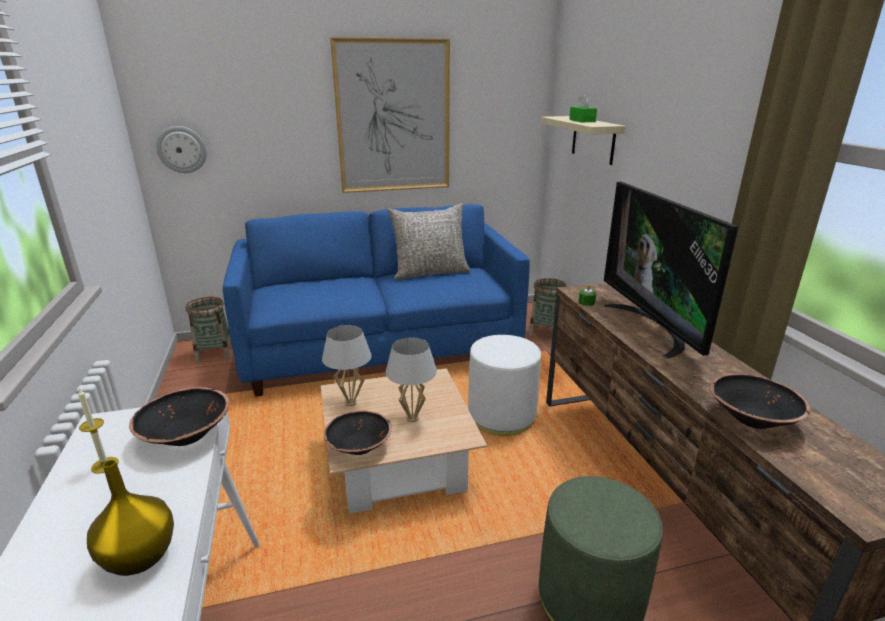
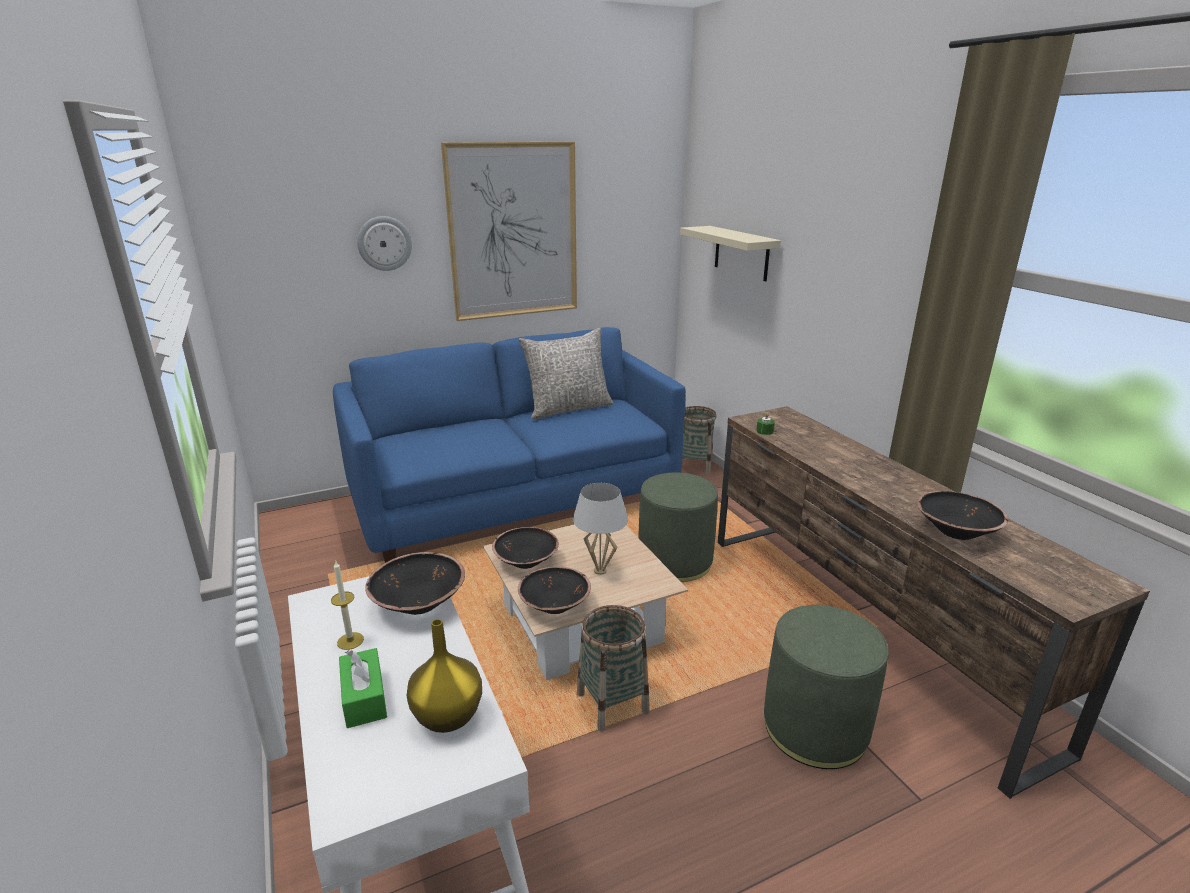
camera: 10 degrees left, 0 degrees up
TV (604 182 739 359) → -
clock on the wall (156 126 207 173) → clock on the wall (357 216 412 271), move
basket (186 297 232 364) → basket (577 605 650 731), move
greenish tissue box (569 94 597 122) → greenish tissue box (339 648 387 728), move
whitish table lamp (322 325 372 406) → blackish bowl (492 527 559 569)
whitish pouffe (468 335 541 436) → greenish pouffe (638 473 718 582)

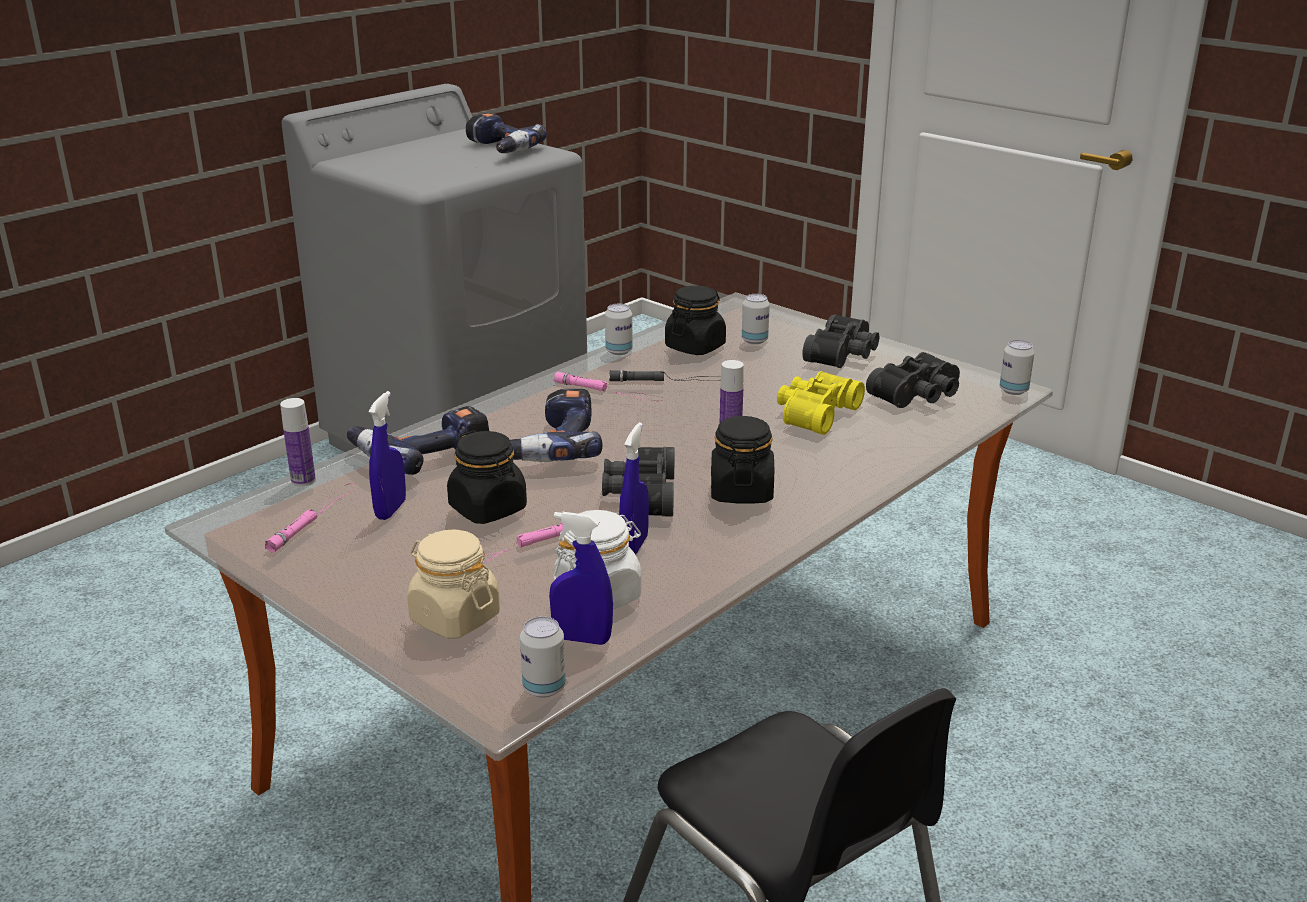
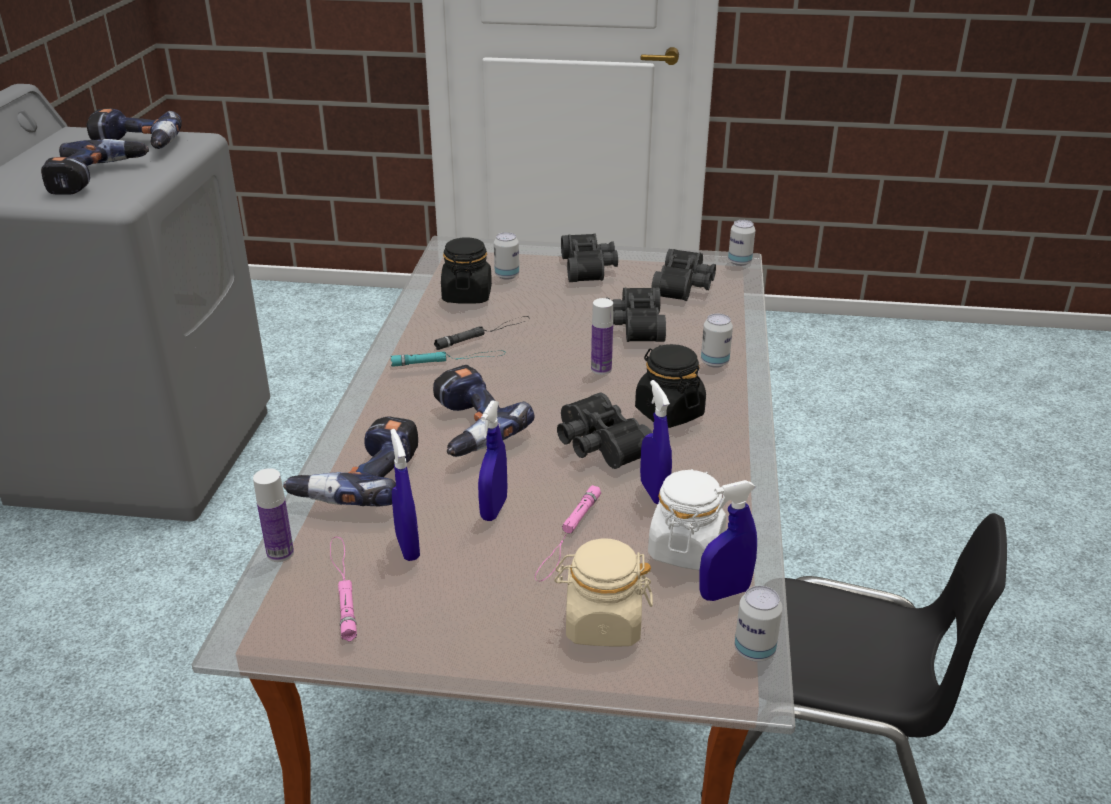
camera: 35 degrees left, 5 degrees up
- → drill (41 139 149 194)
can (605 304 633 355) → can (701 313 733 368), move
blackish jar (447 430 527 524) → blue-coloured sprayer (478 400 507 521)
pink hand torch (554 372 662 401) → blue-green hand torch (391 351 505 367)
yellow pair of binoculars (777 371 865 435) → blackish pair of binoculars (607 287 666 342)

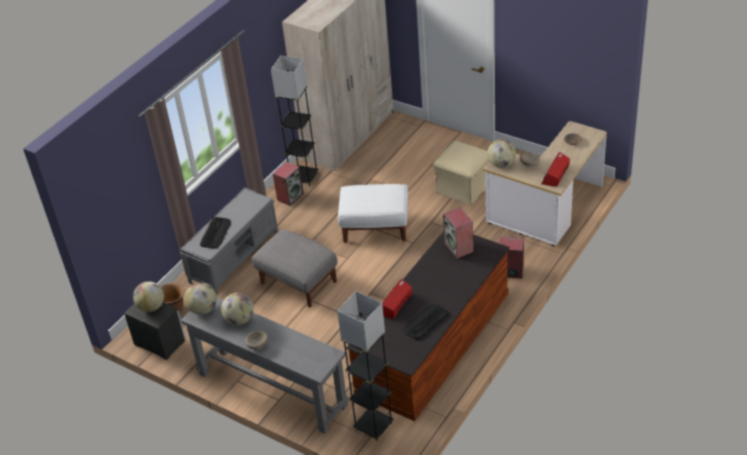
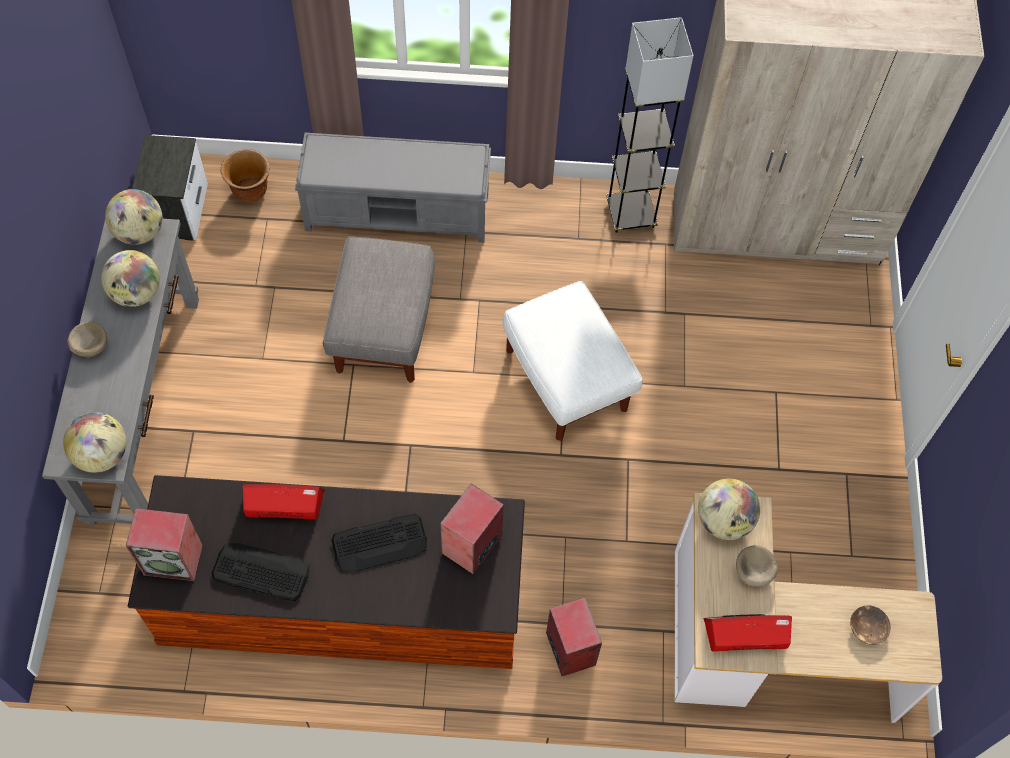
camera: 55 degrees right, 20 degrees up
blackish standing lamp (337 291 394 441) → -
beige pouffe (433 141 489 205) → -
desk globe (133 281 164 312) → desk globe (63 412 127 473), move
computer keyboard (200 217 231 248) → computer keyboard (331 514 427 572), move
loudspeaker (273 162 304 206) → loudspeaker (126 508 203 581), move

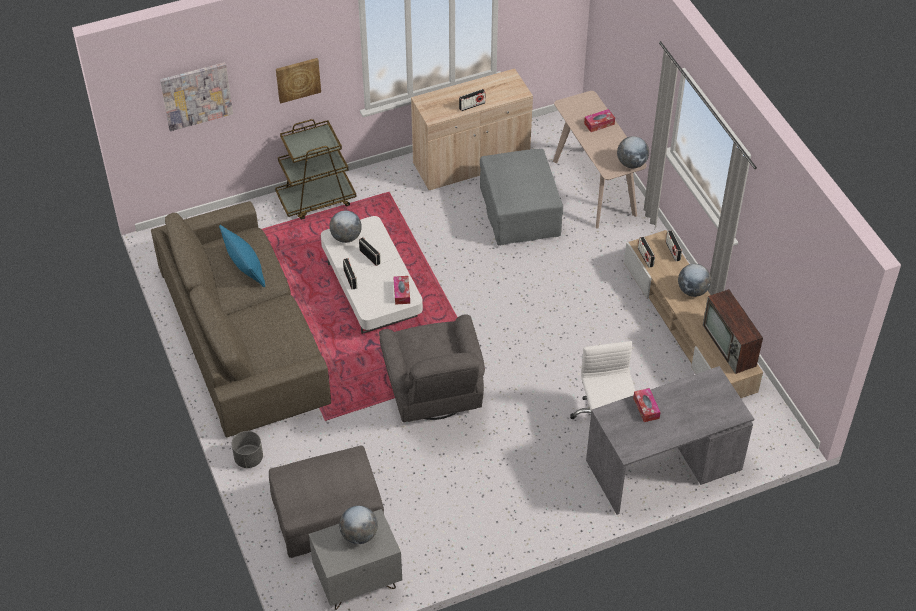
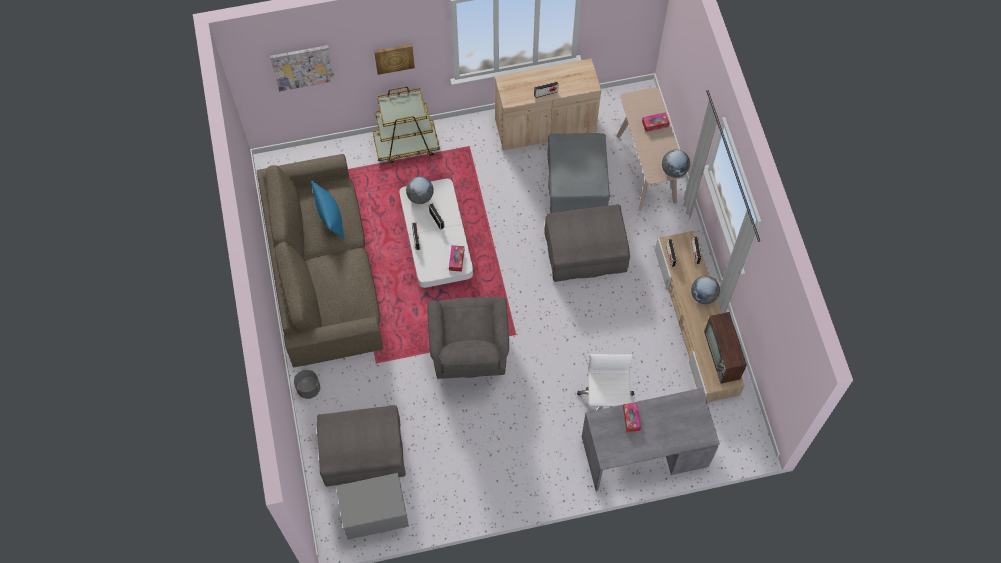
camera: 10 degrees right, 15 degrees up
desk globe (339 506 378 544) → -
- → gray pouffe (544 204 630 282)

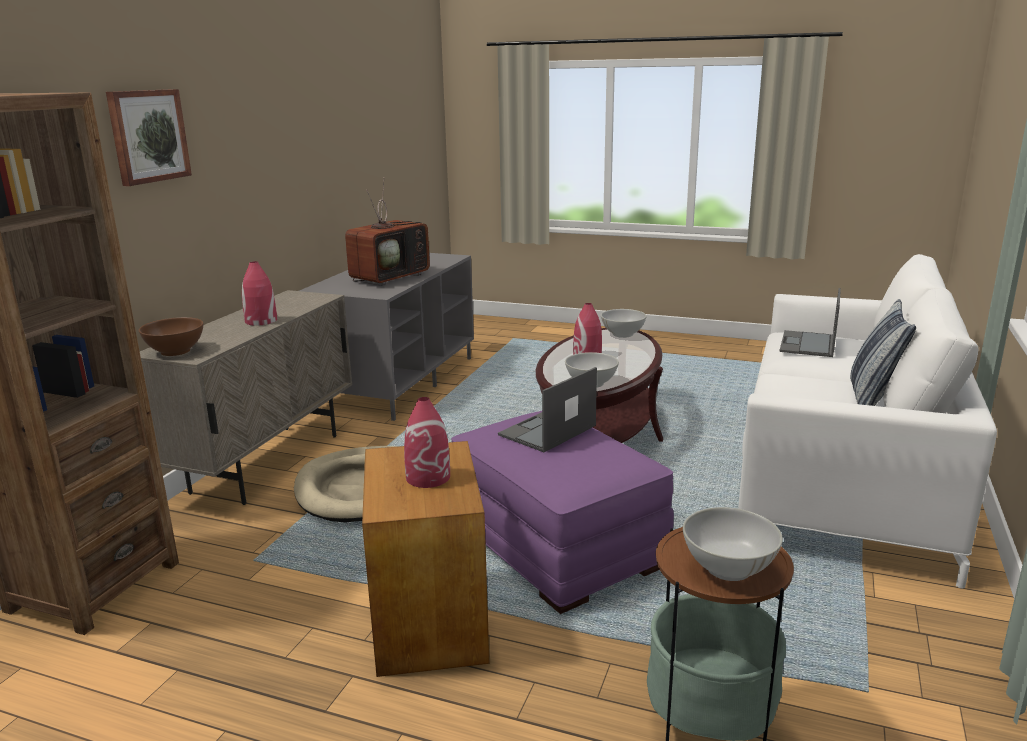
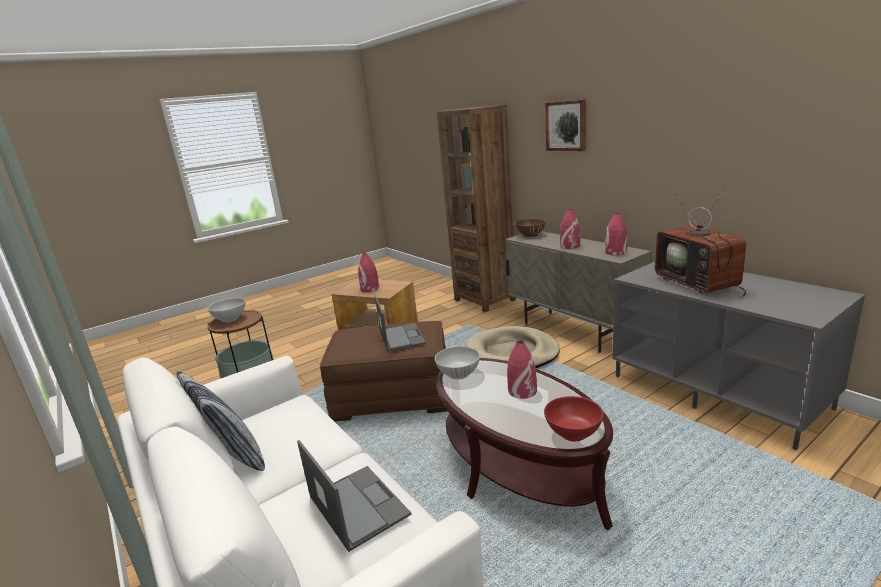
camera: 125 degrees right, 0 degrees up
- → reddish decorative vase (605 213 627 255)
purple-coloured pouffe (451 411 674 614) → brownish pouffe (320 321 447 422)
whitish bowl (601 309 647 338) → reddish bowl (544 396 604 441)

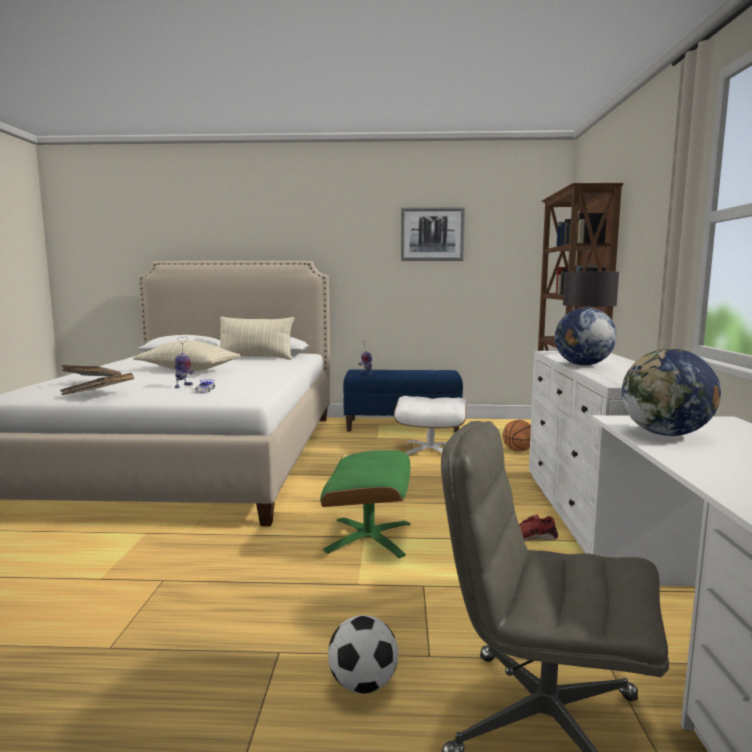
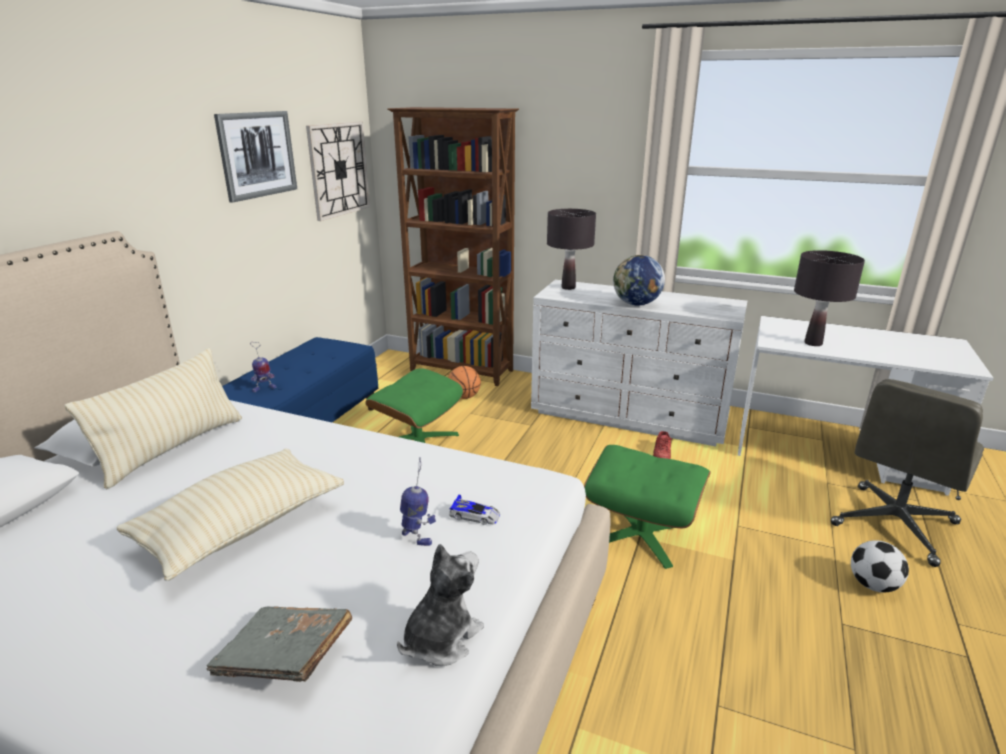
camera: 70 degrees left, 15 degrees up
- → clock on the wall (306 122 370 221)
beige volume (60 373 134 395) → soft toy (397 544 484 666)
desk globe (622 349 721 436) → blackish table lamp (794 250 865 346)
whitish pouffe (394 396 466 455) → greenish pouffe (365 368 463 443)

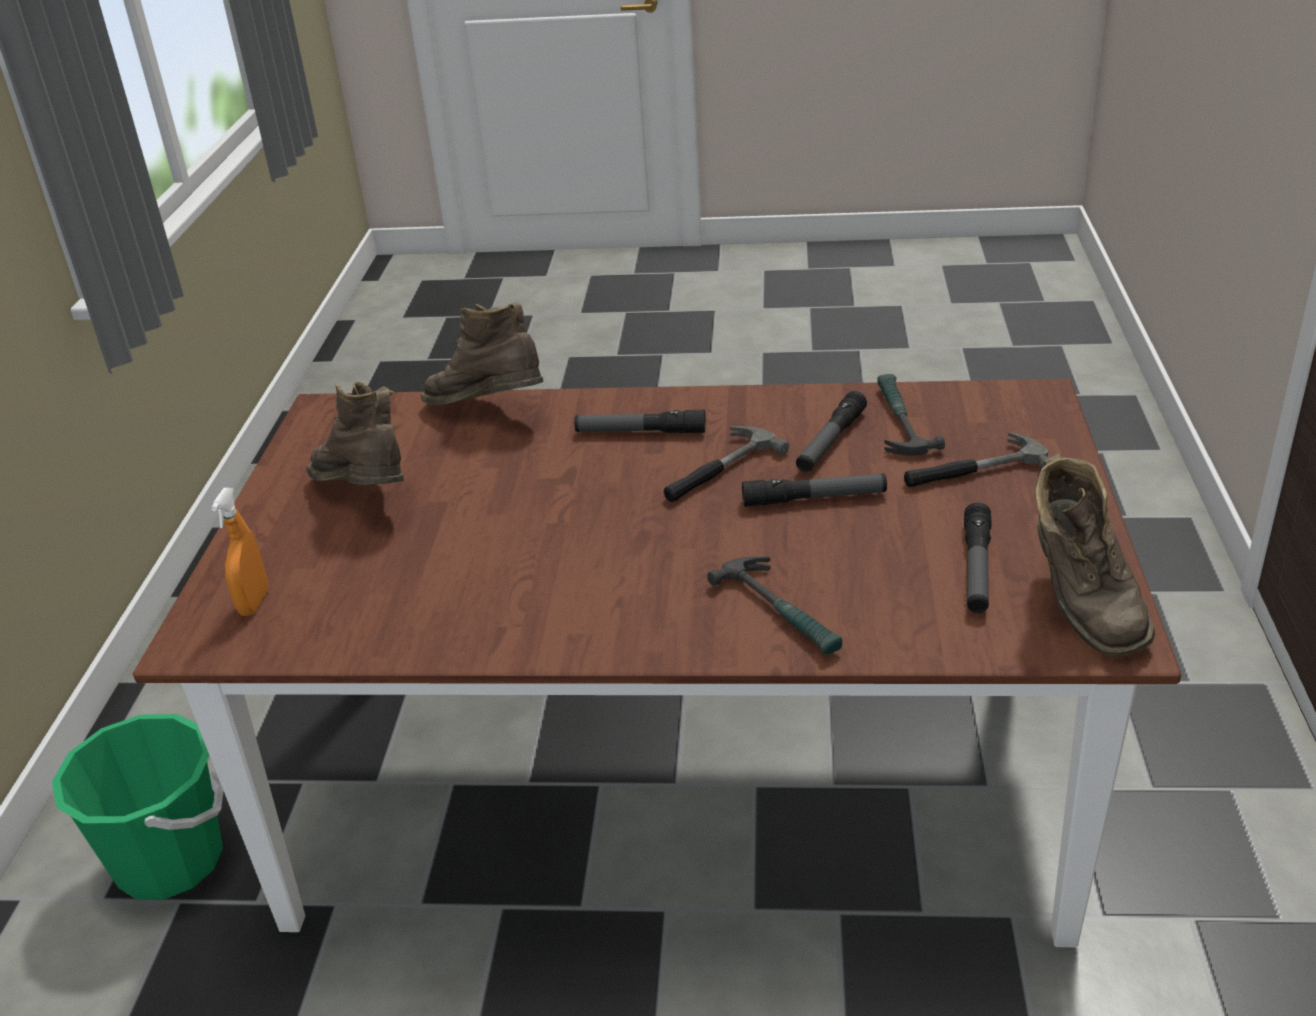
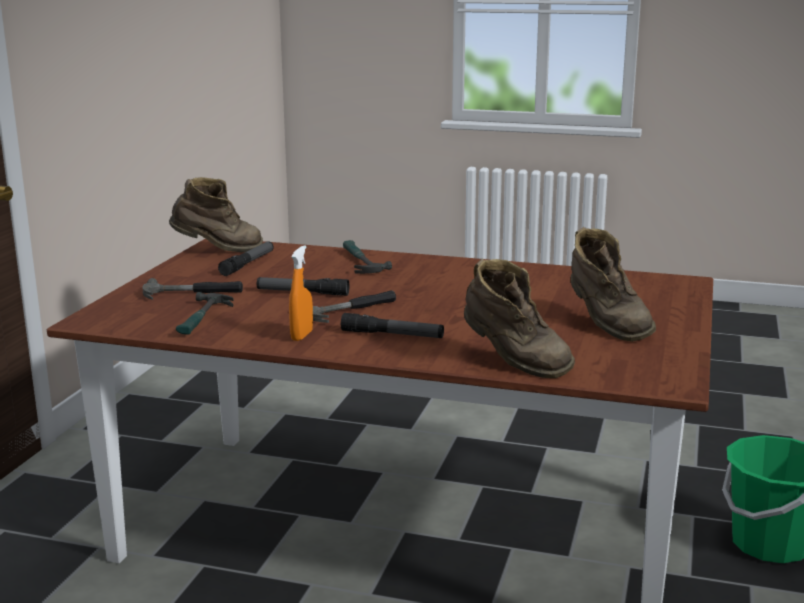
camera: 170 degrees left, 15 degrees down
hand torch (796 391 867 472) → -
orangey sprayer (211 488 268 616) → orangey sprayer (289 245 313 341), move
brownish high-top boot (1036 453 1155 657) → brownish high-top boot (169 177 263 252), 75 degrees clockwise

